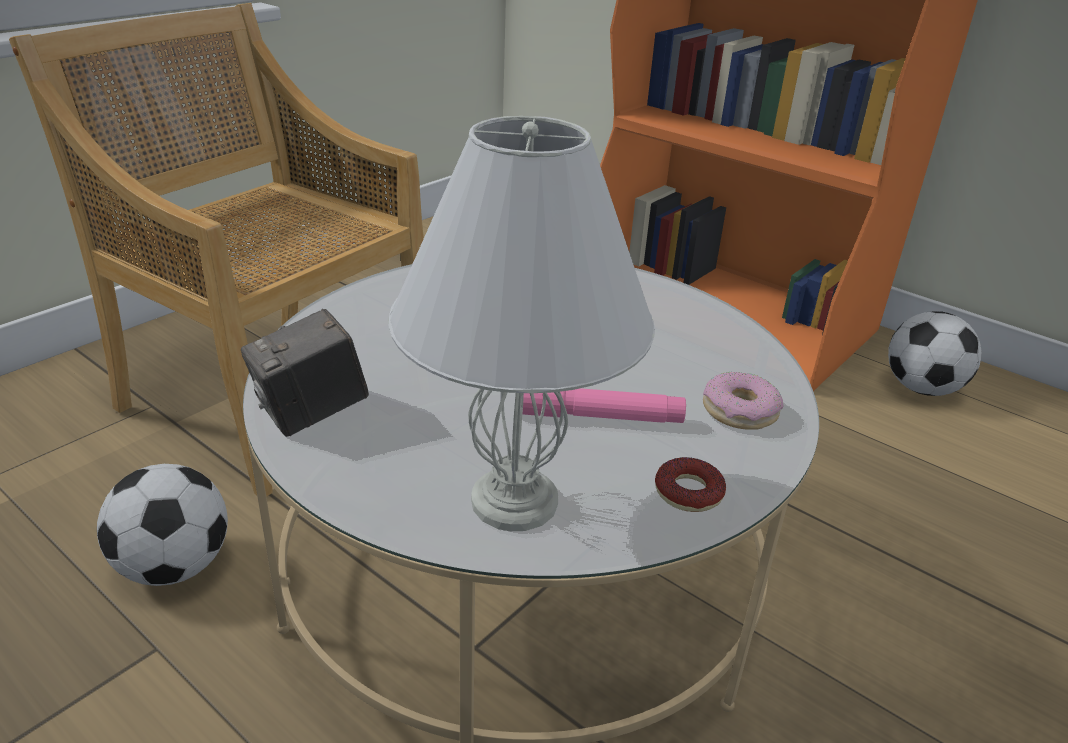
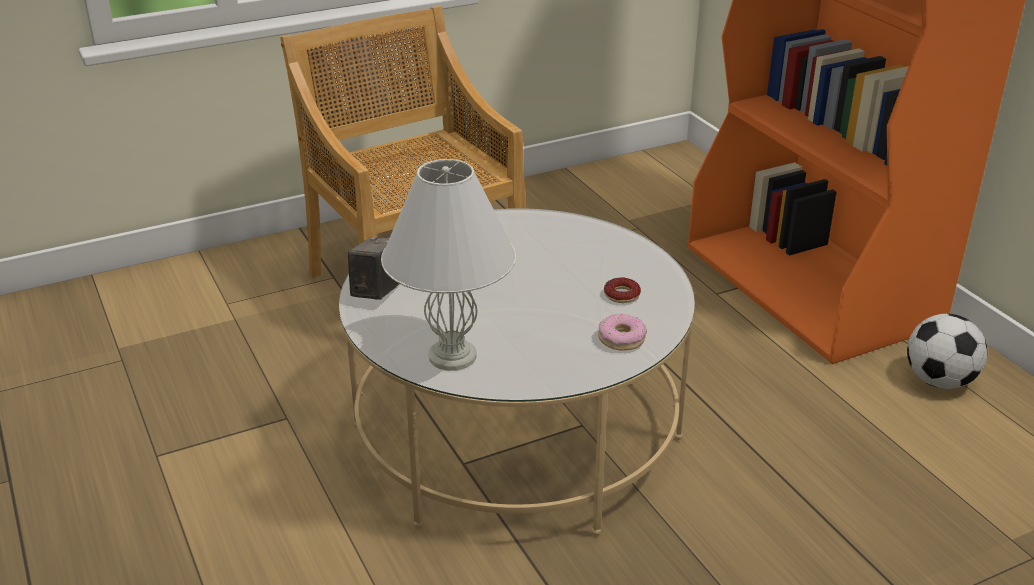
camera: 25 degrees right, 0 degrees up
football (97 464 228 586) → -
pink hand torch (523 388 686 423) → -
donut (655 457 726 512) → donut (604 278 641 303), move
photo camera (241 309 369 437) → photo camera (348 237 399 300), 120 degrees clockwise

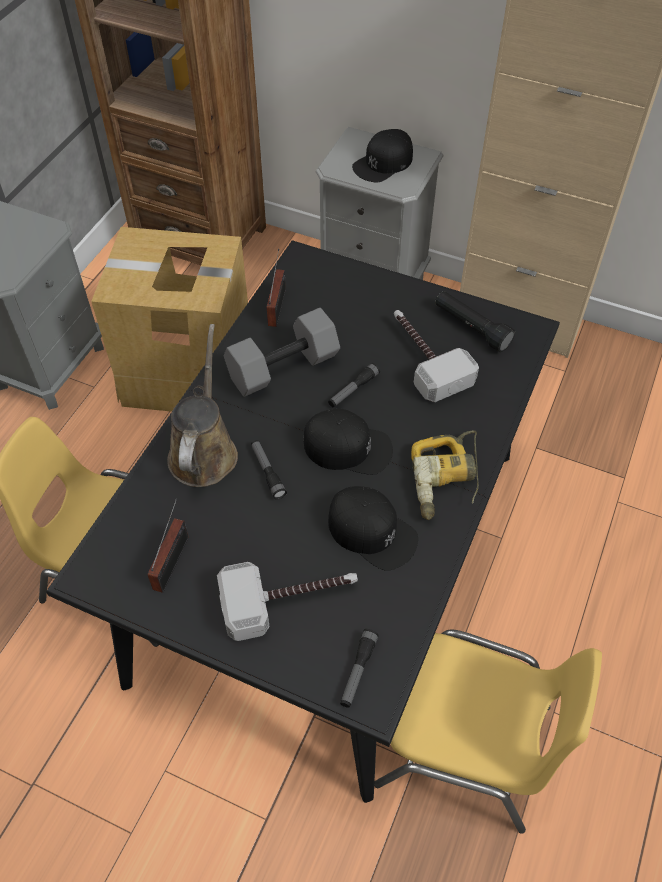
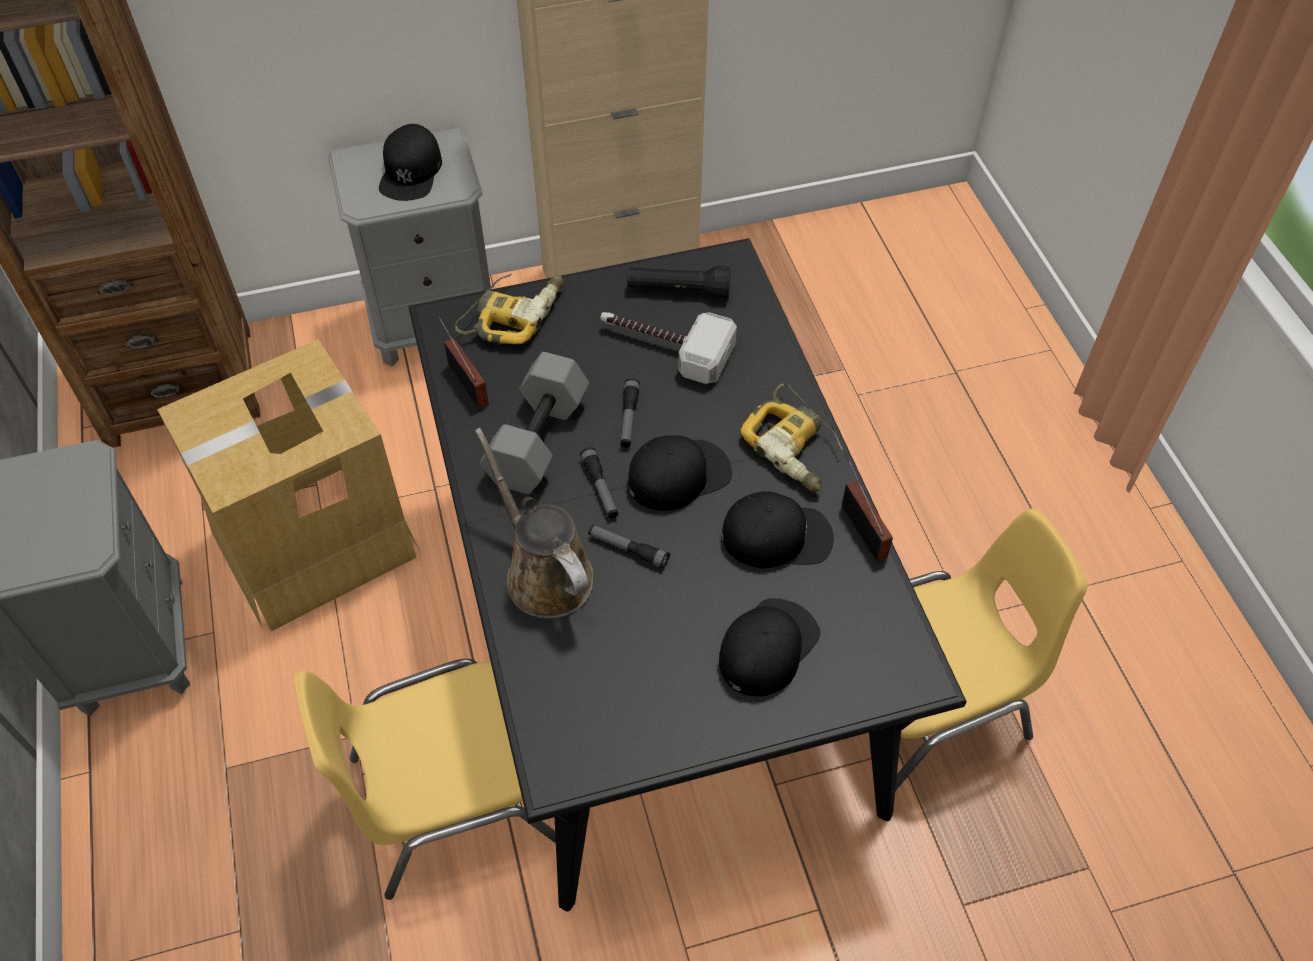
camera: 40 degrees left, 0 degrees up
- → drill (455 274 563 344)
radio (148 498 188 593) → radio (842 459 893 562), move
hand torch (340 629 379 708) → hand torch (580 448 618 519), move
tool hammer (217 562 358 641) → blackish peaked cap (719 598 820 696)

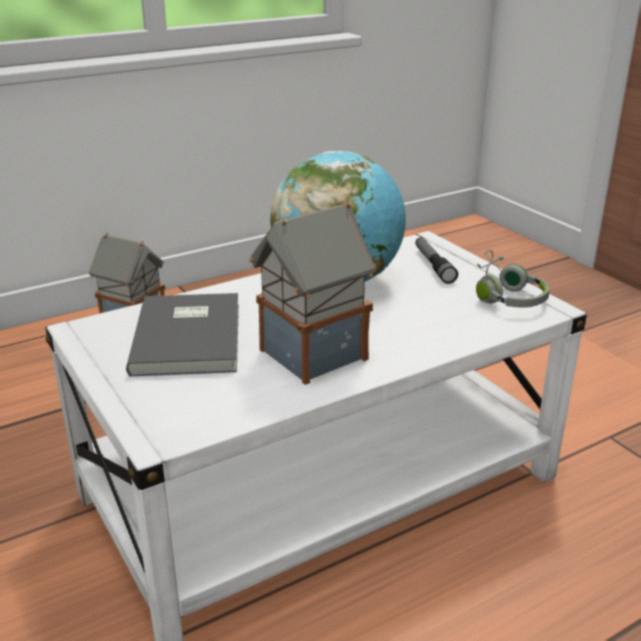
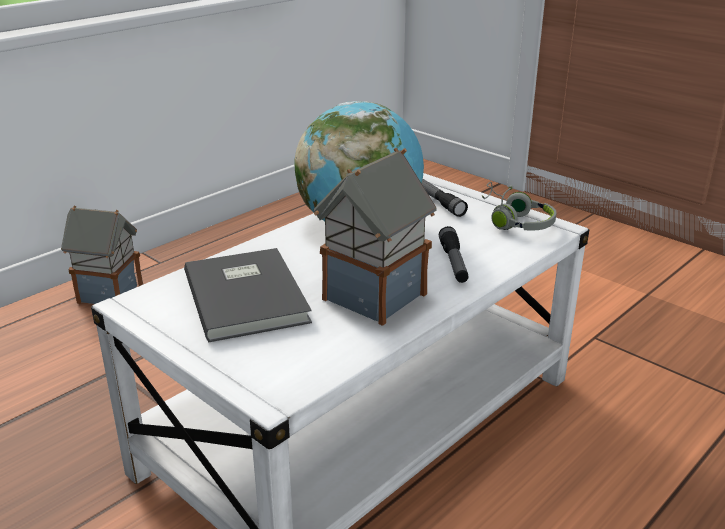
camera: 15 degrees left, 0 degrees up
- → hand torch (439 226 468 283)

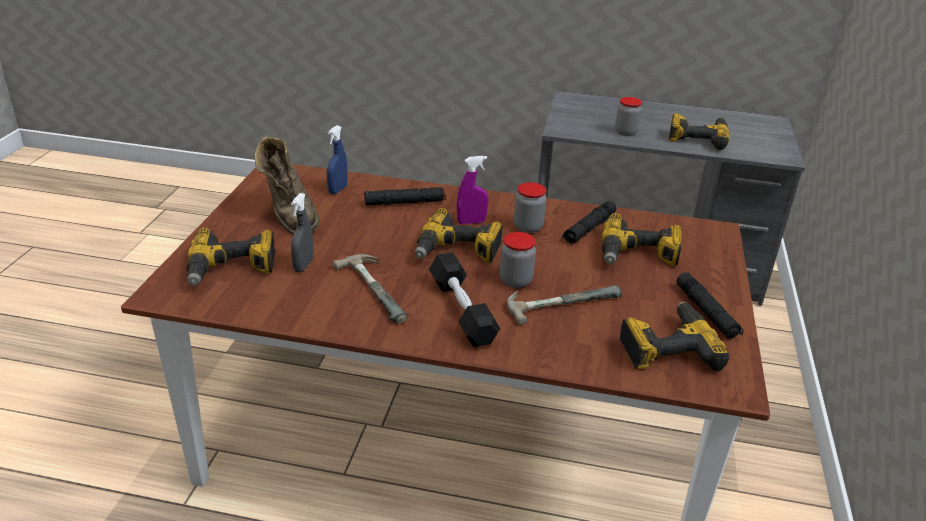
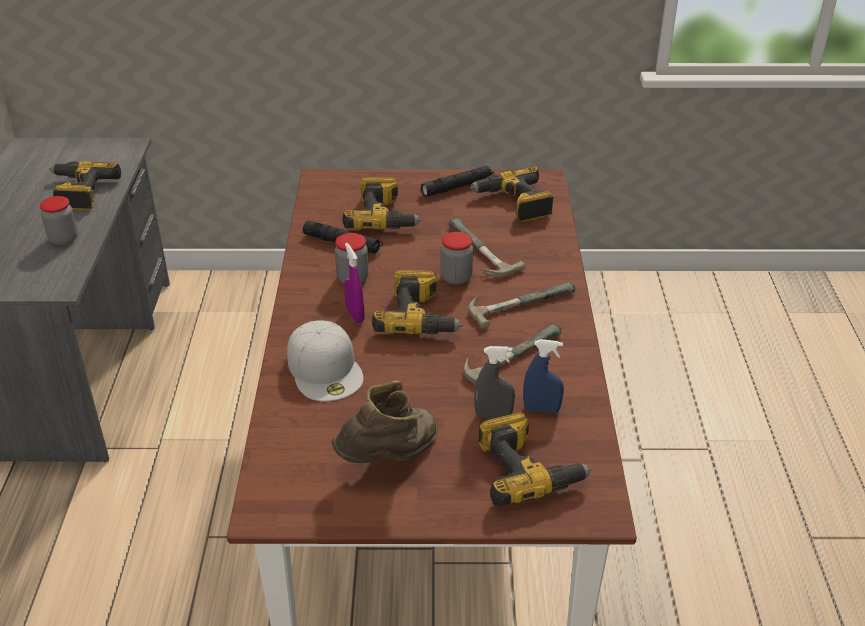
camera: 100 degrees left, 5 degrees up
blue-coloured sprayer (327 125 347 195) → blue-coloured sprayer (523 339 564 414), move
blackish hand torch (364 187 446 206) → whitish peaked cap (287 321 364 401)
blackish hand weight (429 252 500 347) → tool hammer (469 281 575 329)

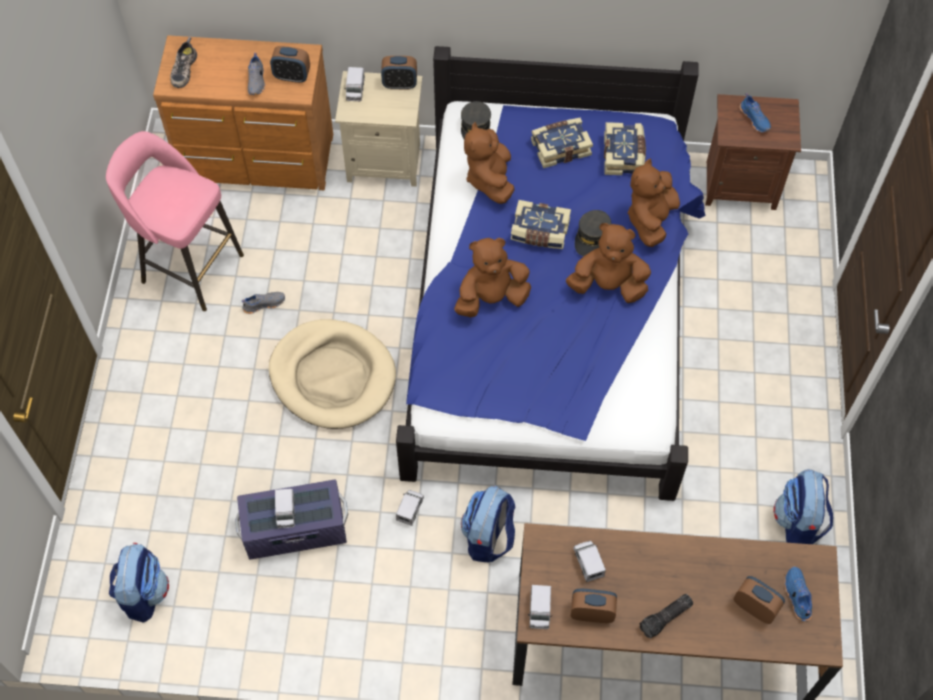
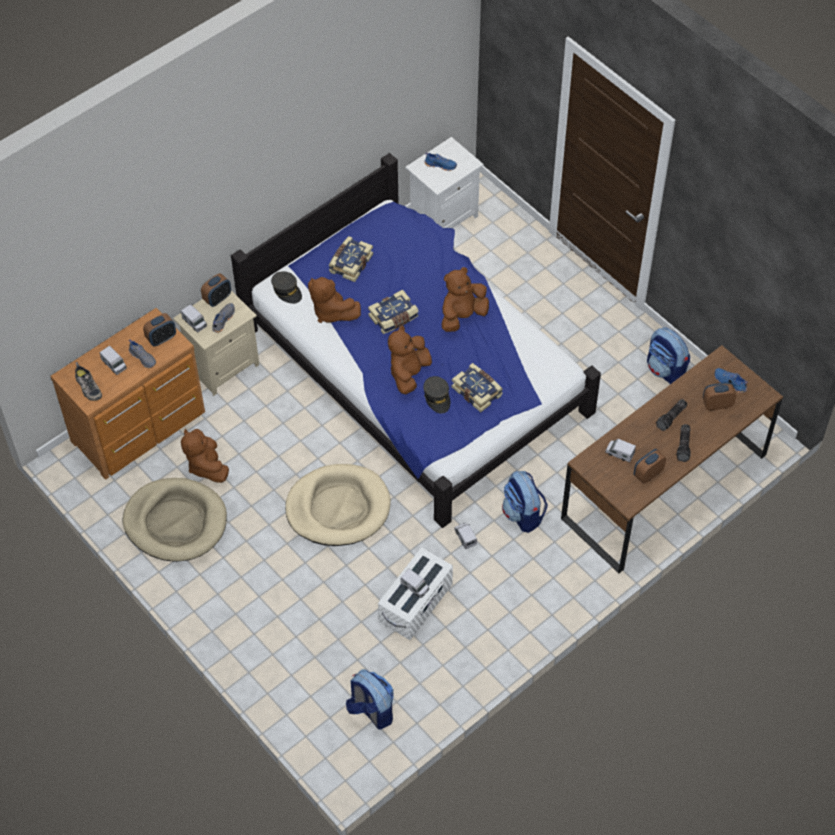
camera: 45 degrees left, 5 degrees down
- → hand torch (656 399 687 431)
gray low shoe (242 292 285 314) → gray low shoe (212 303 235 333), move
model truck (528 585 552 629) → model truck (100 346 127 375), move
gray peaked cap (575 210 611 256) → gray peaked cap (423 376 450 414), move
volume (604 122 646 175) → volume (452 363 503 412), move
brownish soft toy (628 159 680 247) → brownish soft toy (181 429 229 483), move
pink sitting stool (106 131 244 311) → beige dog cushion (122 478 227 562)
purple-coloured storage container (235 480 348 560) → whitish storage container (378 547 453 640)
brownish night table (705 94 801 210) → whitish night table (405 137 484 228)

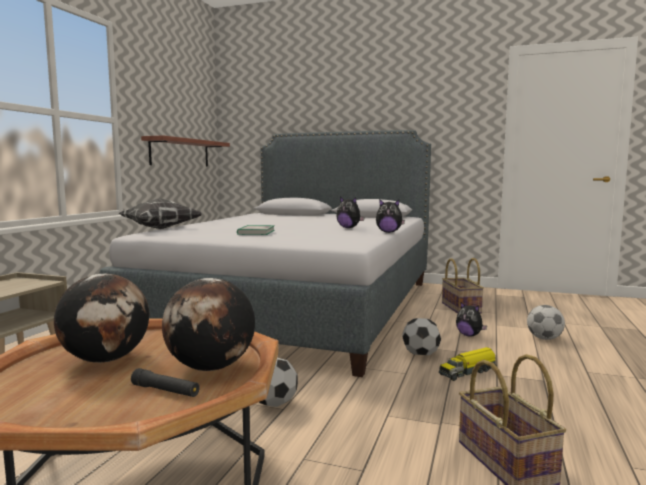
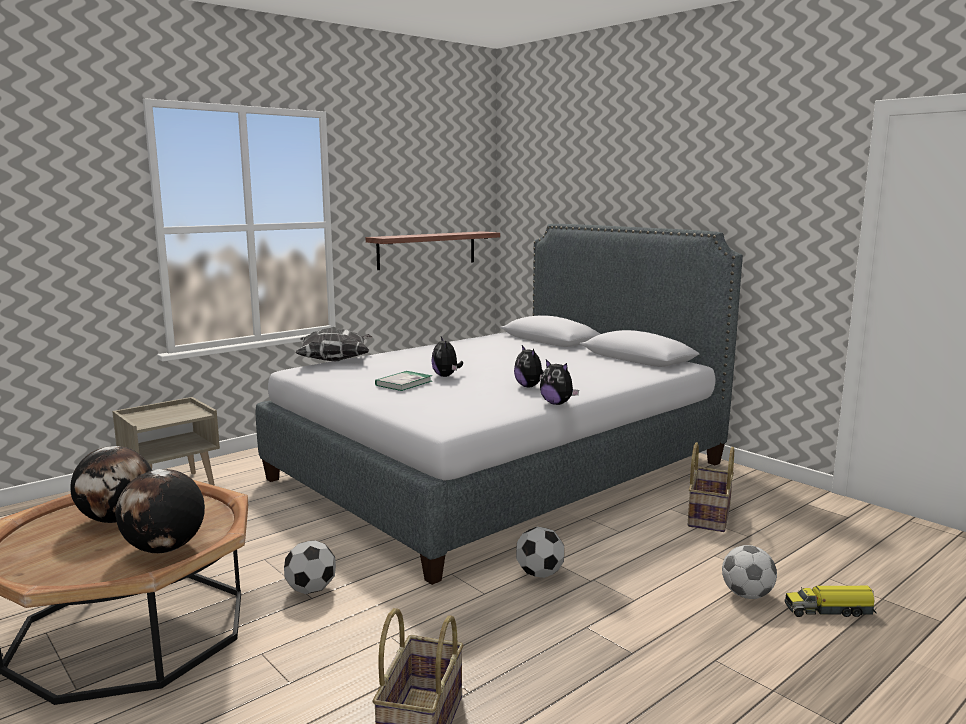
camera: 30 degrees right, 5 degrees up
blackish hand torch (131 368 200 397) → -
model truck (439 347 497 381) → model truck (785 586 877 617), move
soft toy (456 302 487 337) → soft toy (431 337 463 377), move

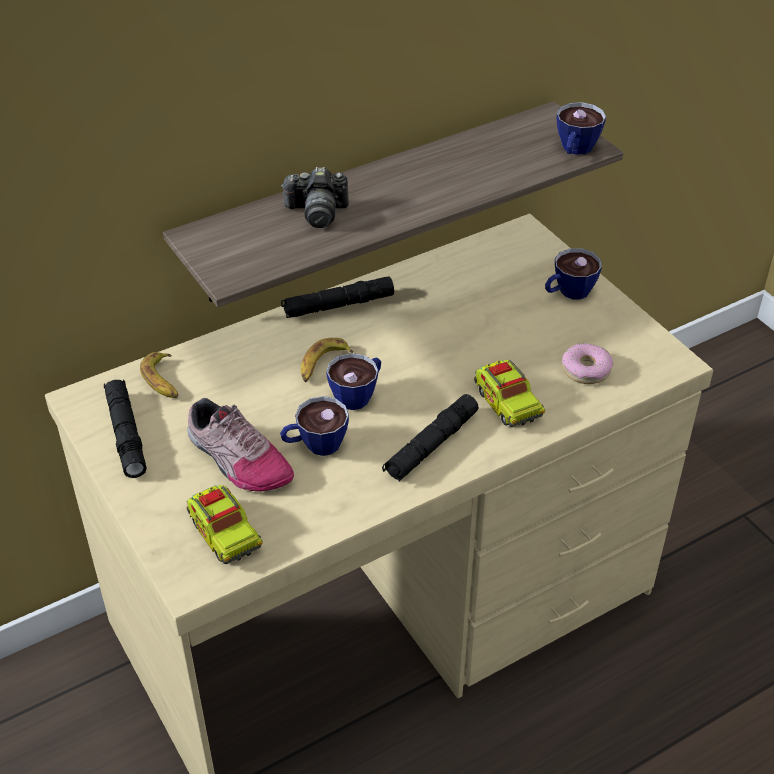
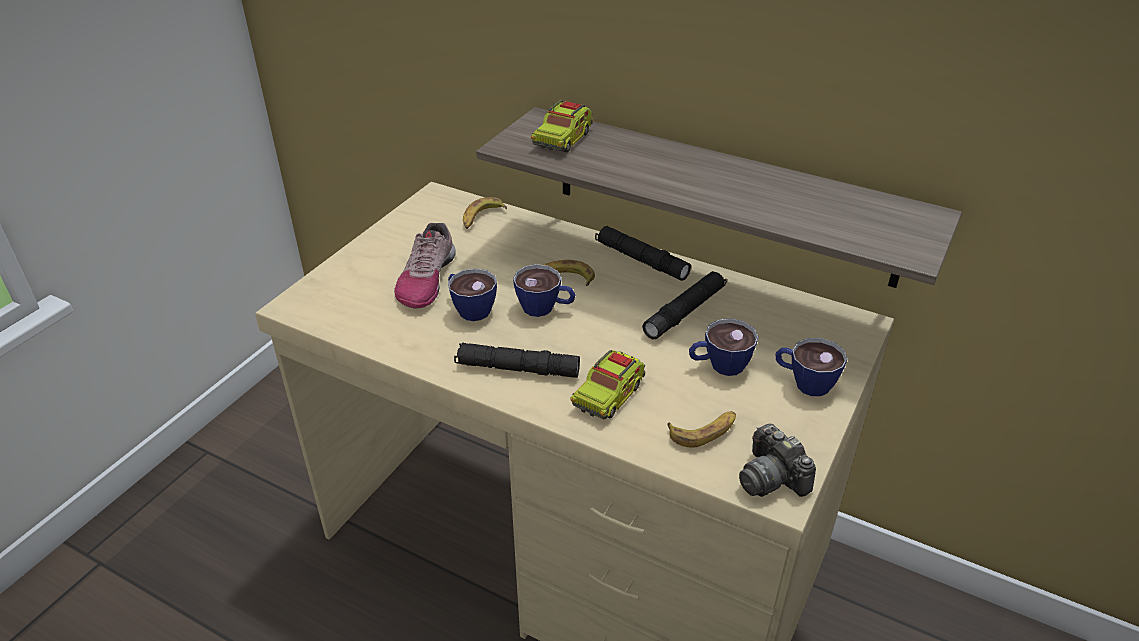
camera: 60 degrees right, 5 degrees down
blackish hand torch (104 379 147 478) → blackish hand torch (642 271 727 339), move
model truck (187 485 263 564) → model truck (531 100 593 153), move
photo camera (281 167 349 228) → photo camera (739 424 816 497), move
small cup (557 102 606 155) → small cup (689 318 758 376), move
donut (562 343 613 384) → whole banana (667 411 736 448)

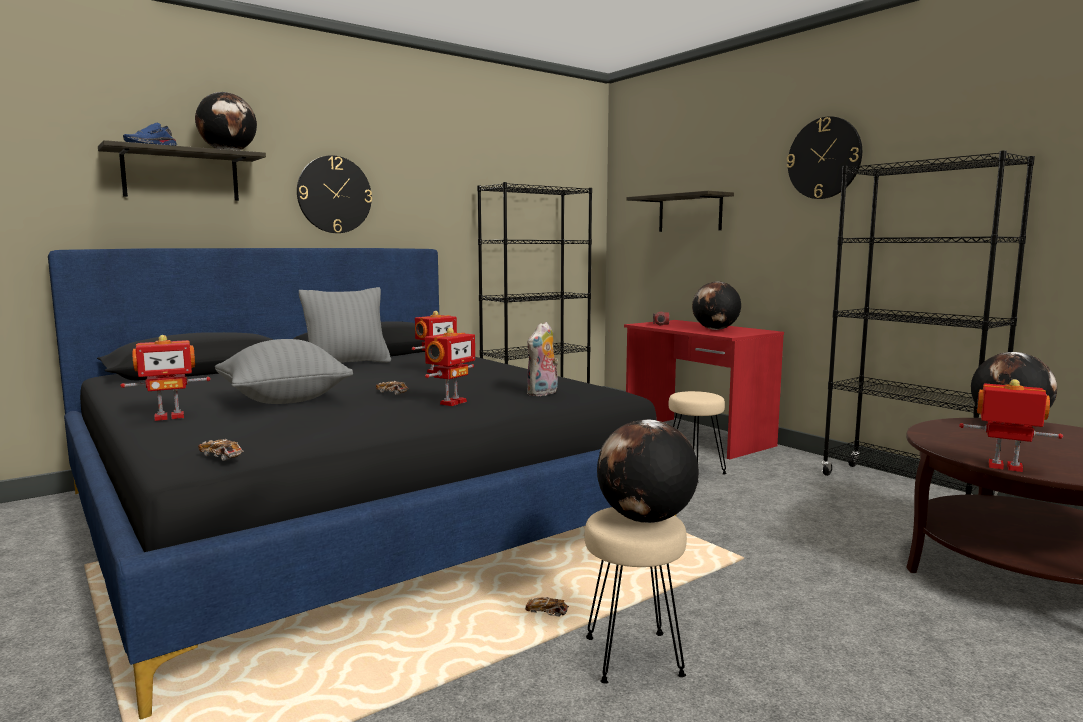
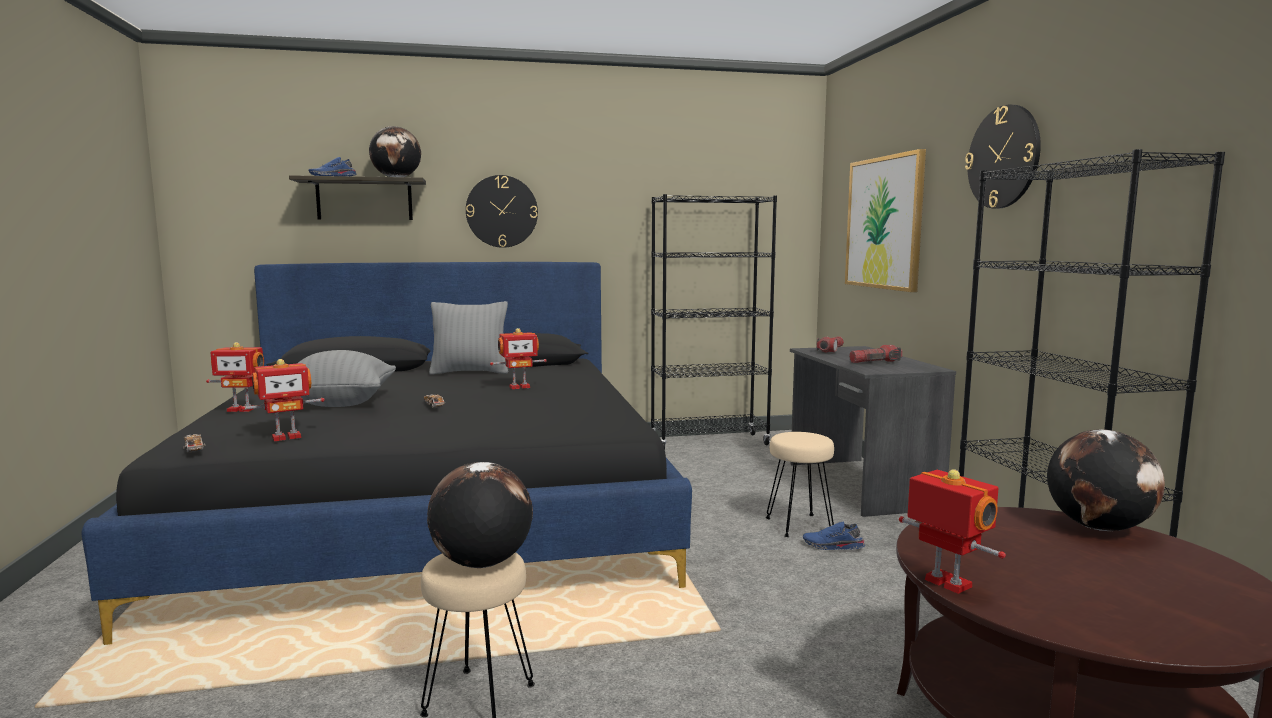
camera: 25 degrees right, 0 degrees up
toy car (525 597 569 617) → -
soft toy (527 322 559 396) → -
- → blue-coloured low shoe (803 521 865 550)
toy robot (425 328 475 406) → toy robot (241 359 325 441), move
shelf (626 191 734 232) → wall art (845 149 926 292)
desk globe (692 281 741 330) → hand torch (849 345 903 363)
reddish desk (624 320 784 459) → gray desk (790 346 956 517)

